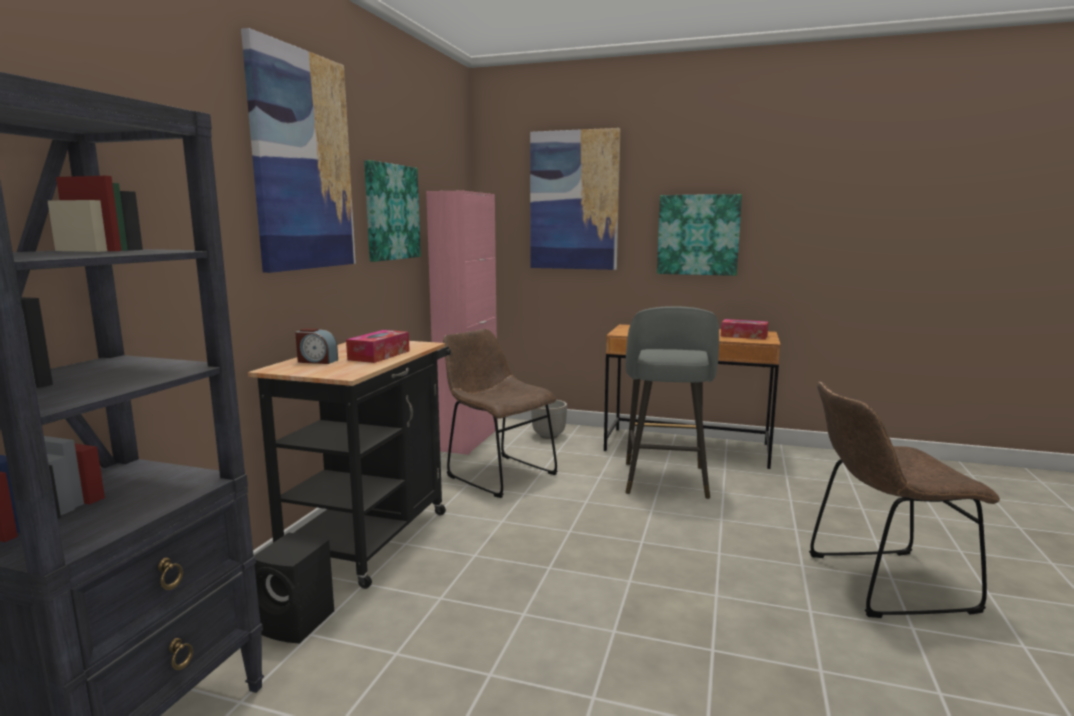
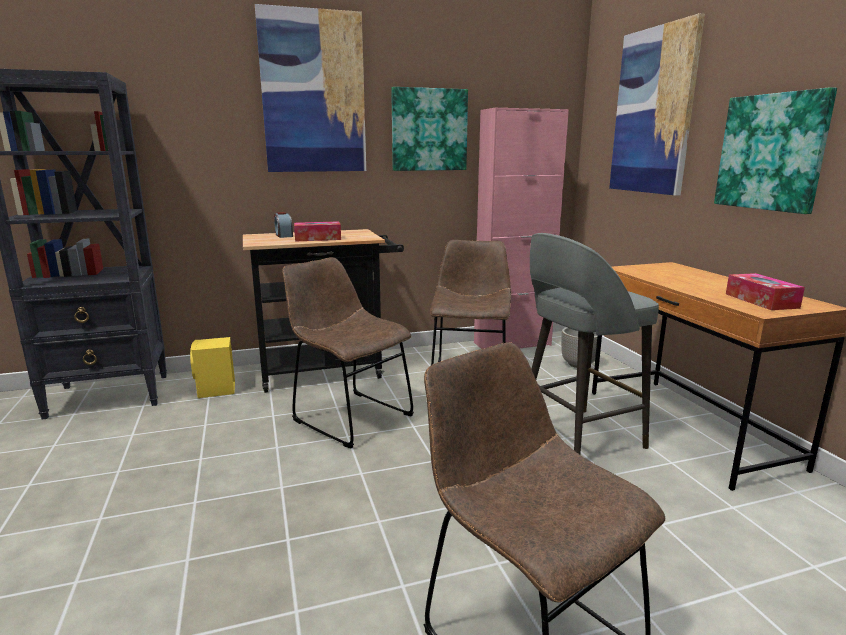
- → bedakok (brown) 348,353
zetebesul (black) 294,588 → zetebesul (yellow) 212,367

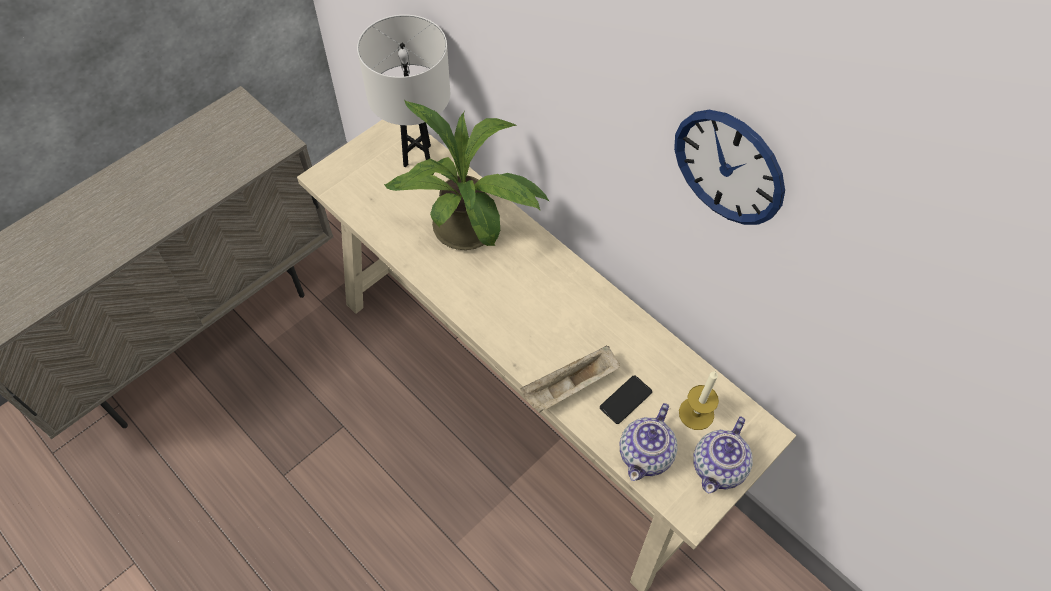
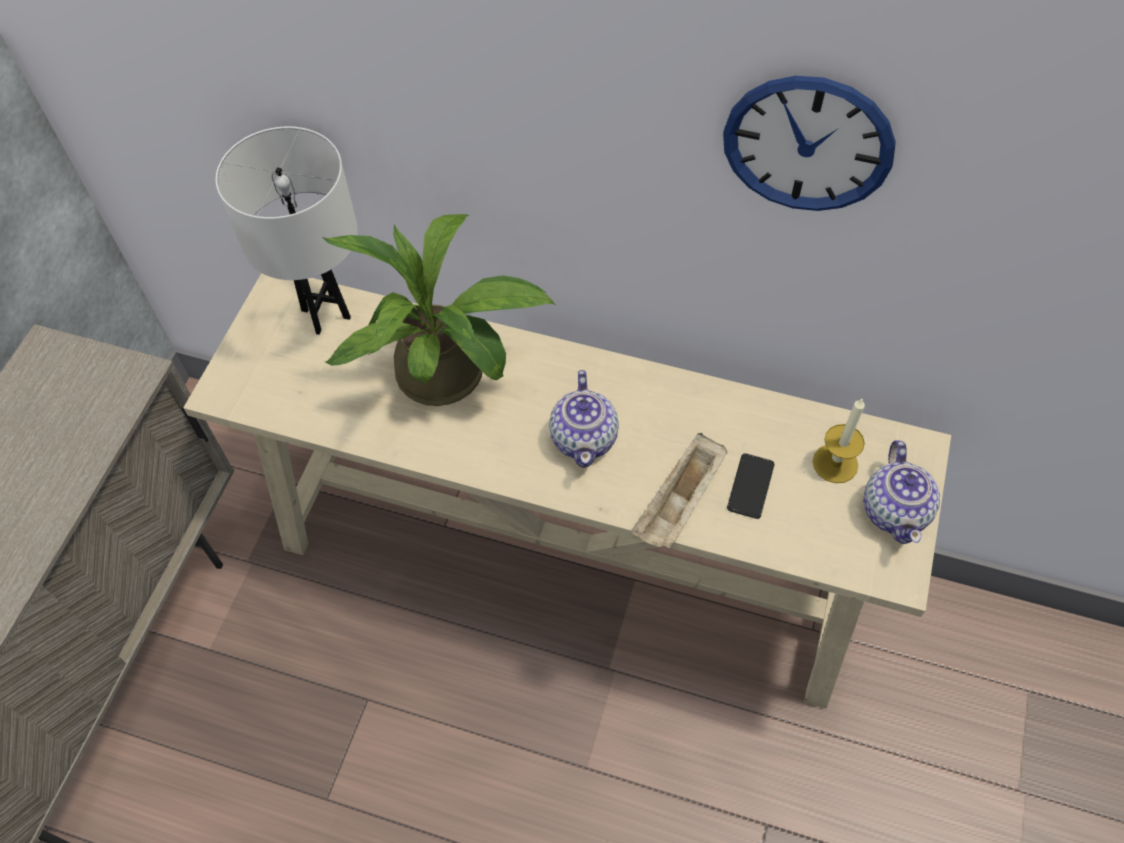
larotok 648,442 → larotok 584,419, move

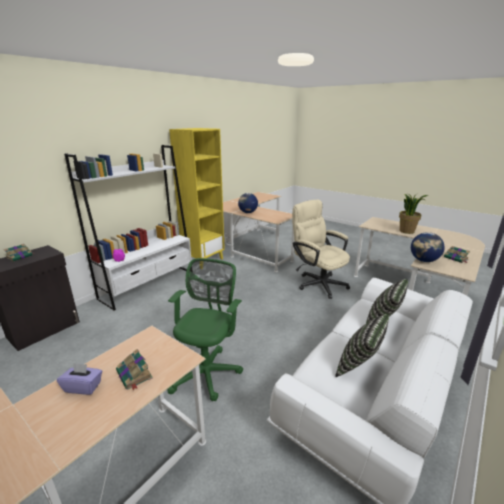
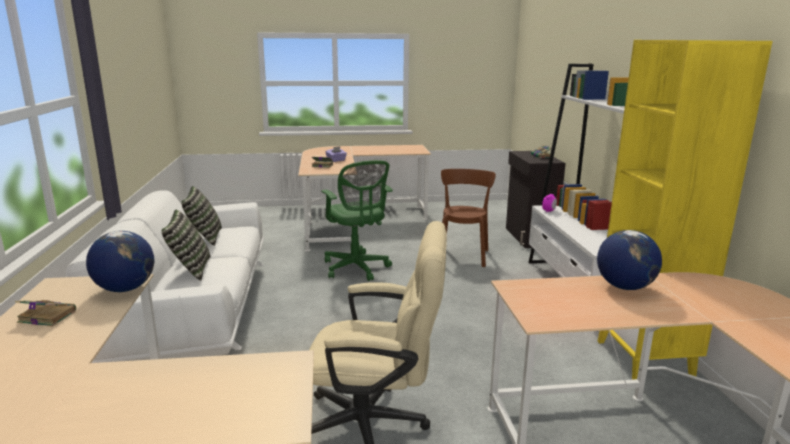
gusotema 413,214 → -
- → bedakok (brown) 468,218

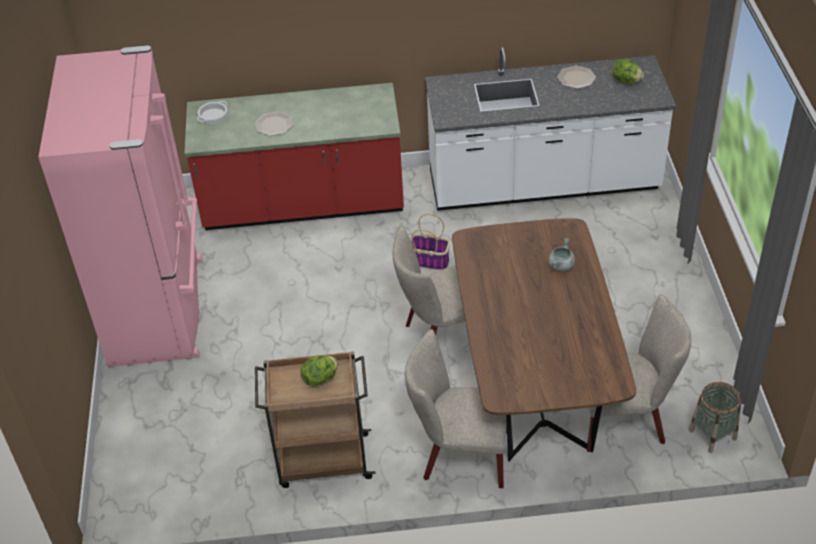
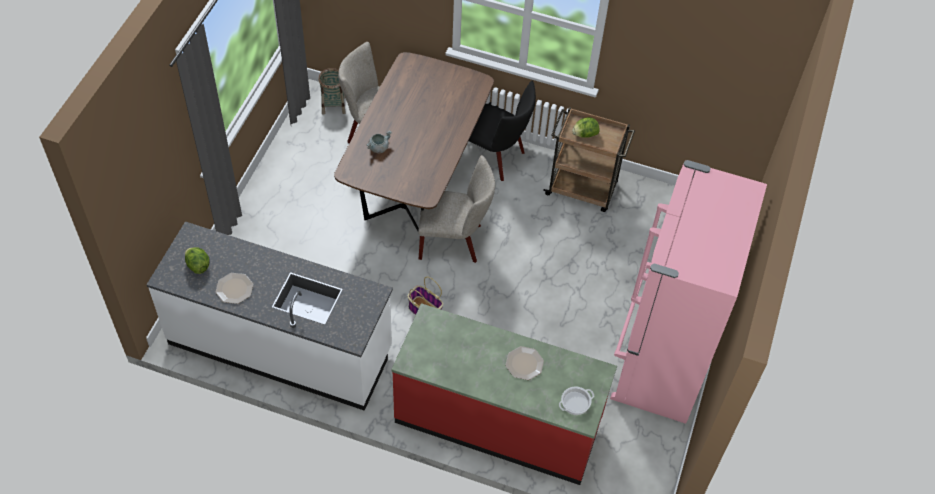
bedakok (beige) 456,408 → bedakok (black) 502,131

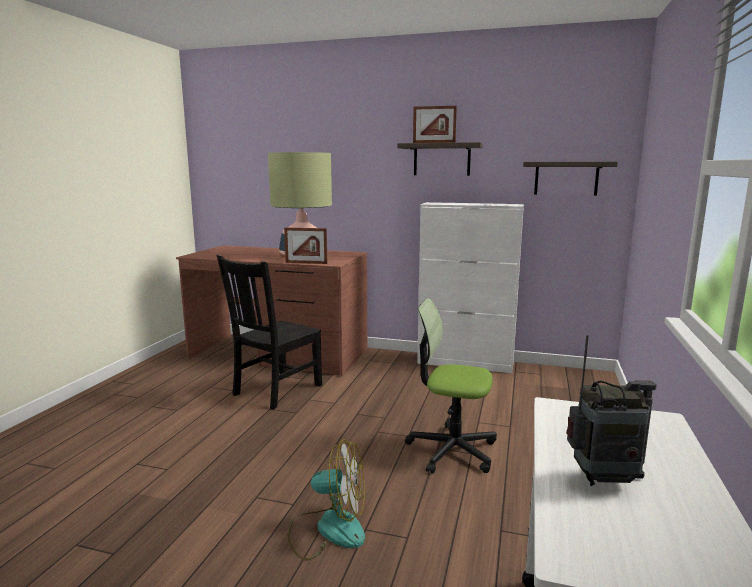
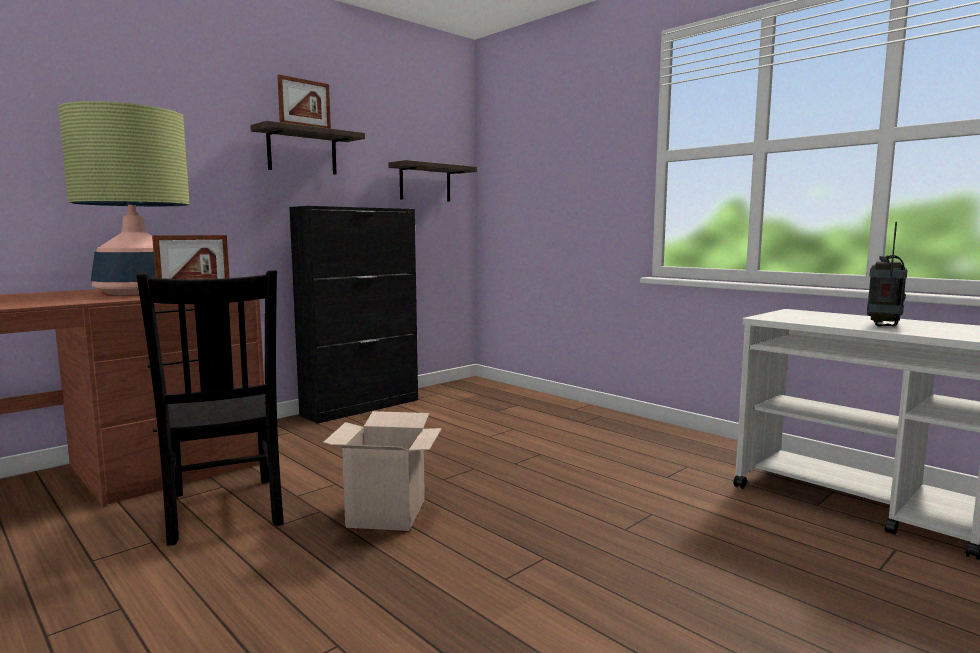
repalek 326,499 → -
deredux 451,386 → -
- → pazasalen 382,471
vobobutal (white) 470,287 → vobobutal (black) 353,314

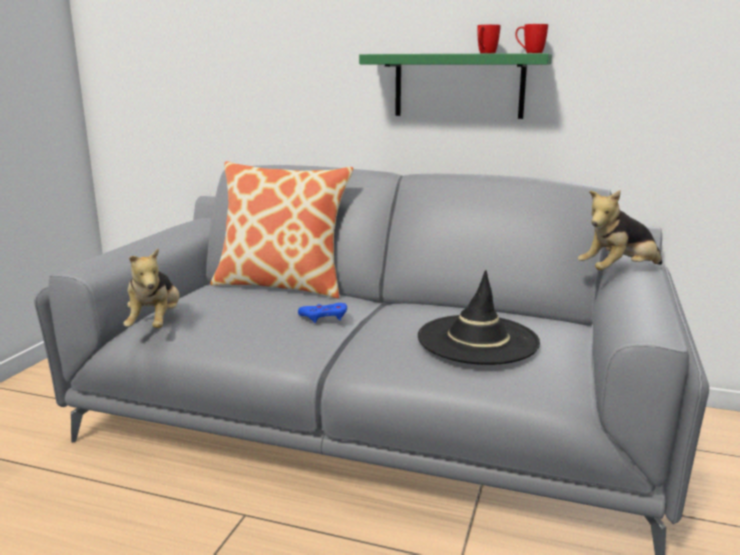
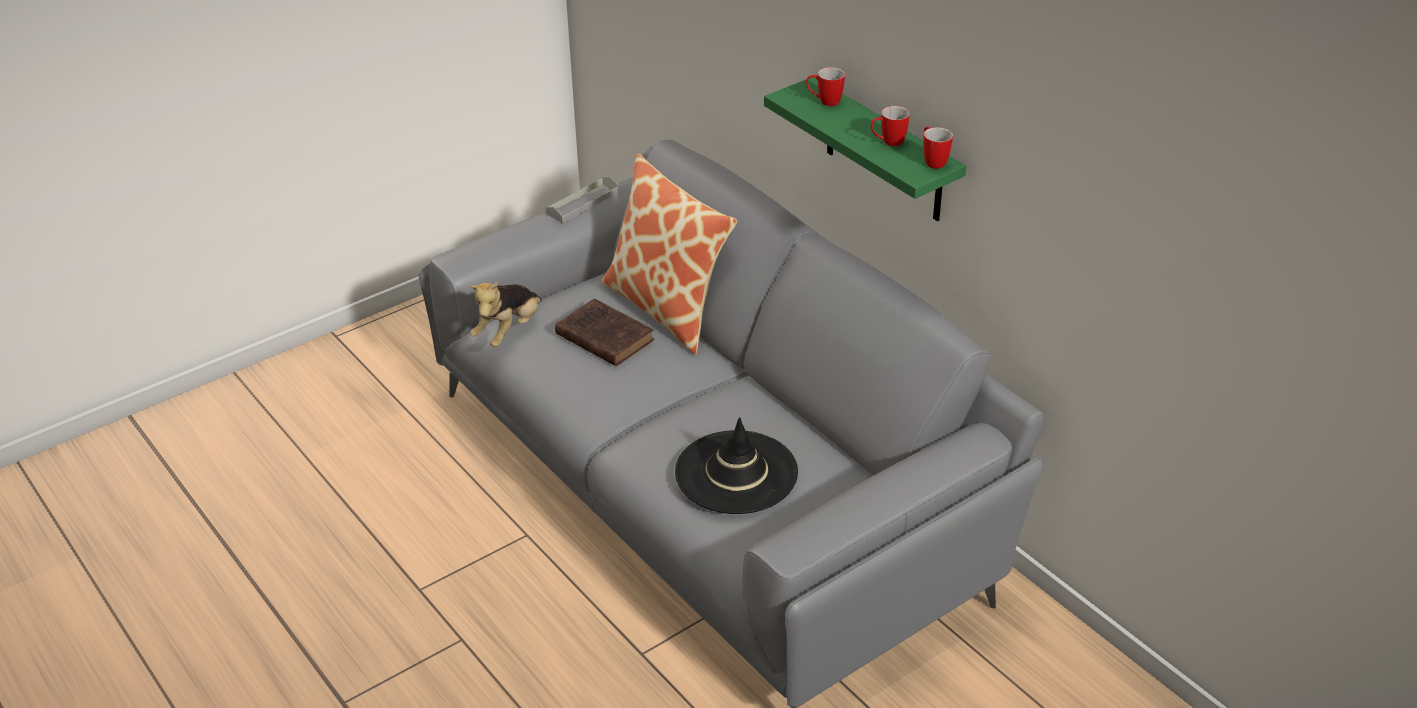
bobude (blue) 322,313 → -
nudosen 620,230 → -
- → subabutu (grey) 582,200
- → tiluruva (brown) 604,332
- → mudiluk 825,86

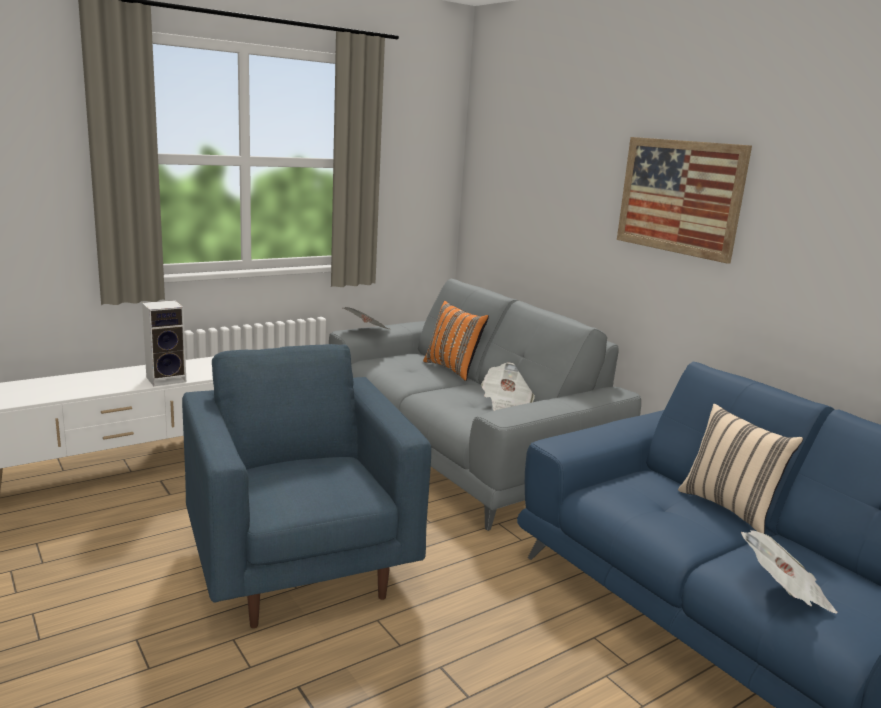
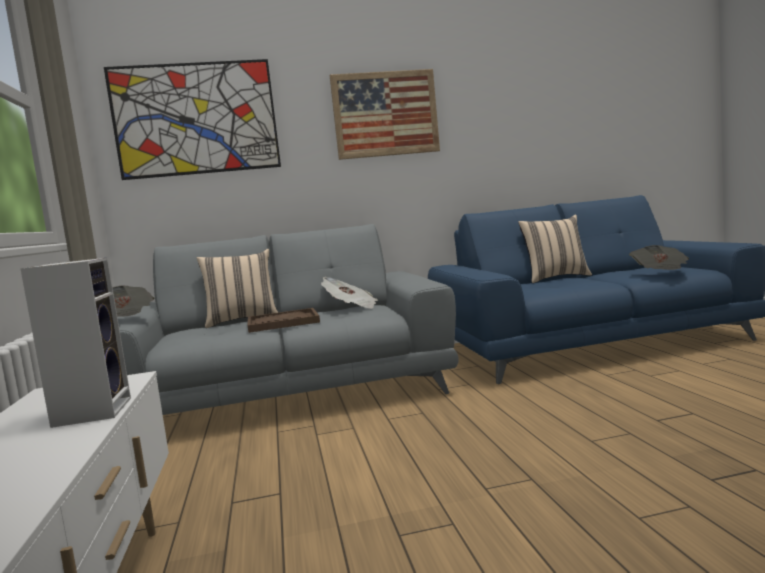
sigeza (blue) 306,486 → -
- → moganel 192,119
- → subabutu (brown) 284,320
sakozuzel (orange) 456,341 → sakozuzel (beige) 237,288

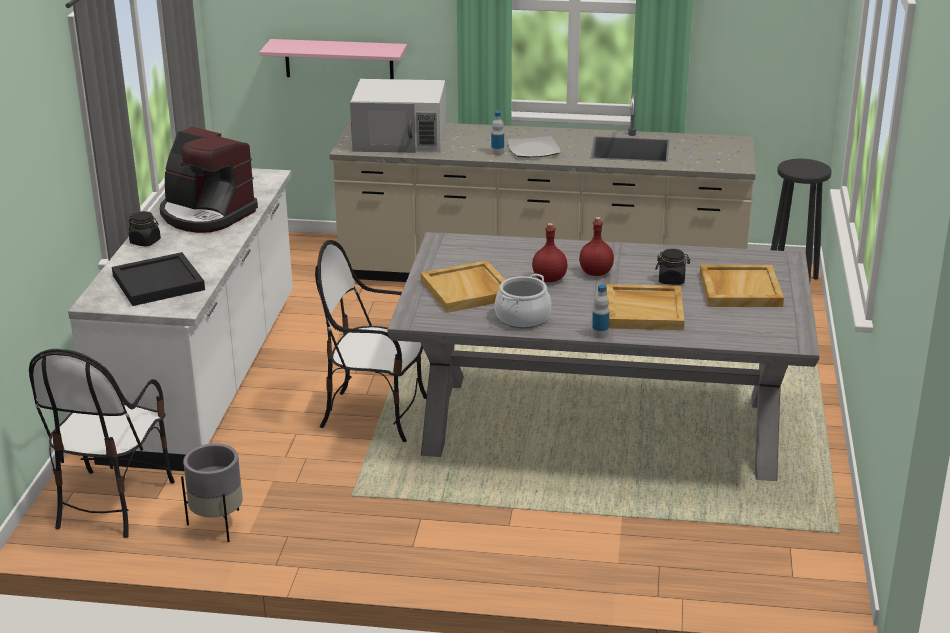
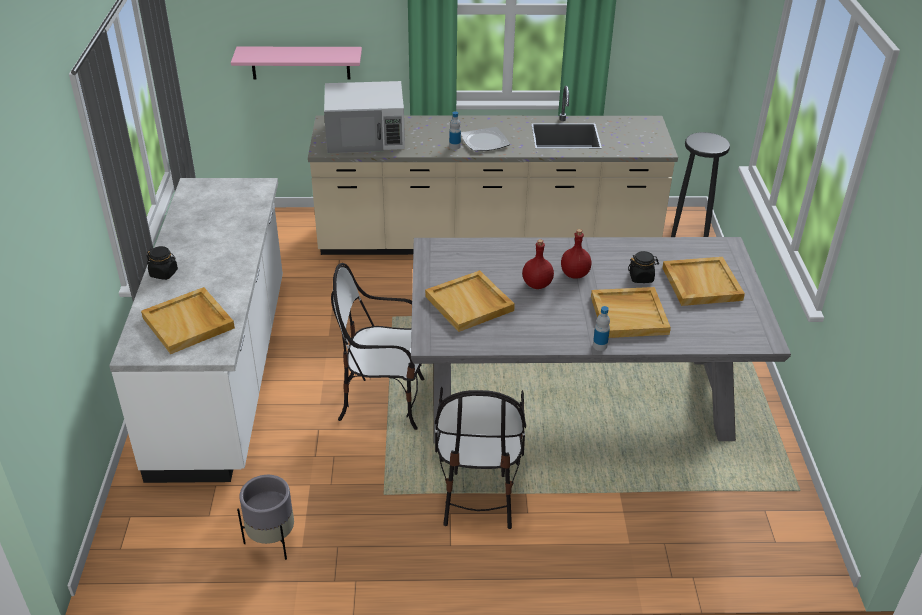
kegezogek 209,180 → -
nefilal 523,301 → -
bedakok 102,443 → bedakok 480,458, move
subabutu (black) 158,279 → subabutu (beige) 188,320

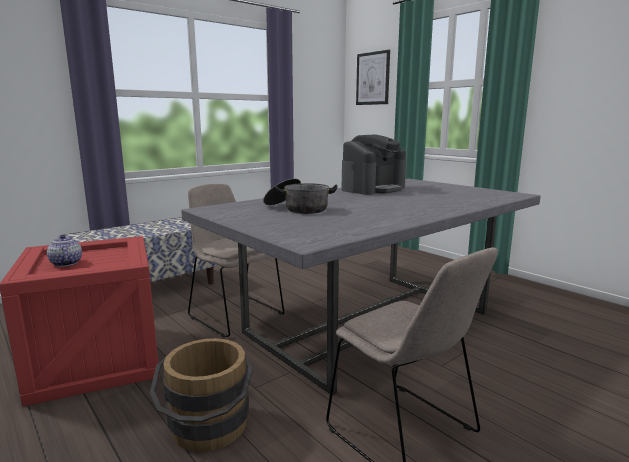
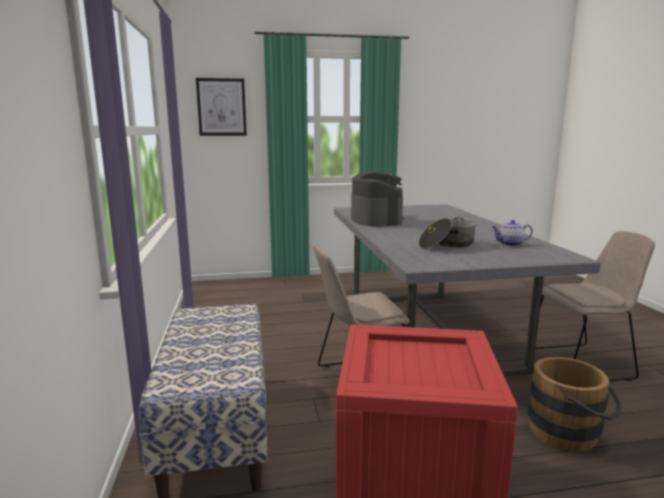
larotok 64,251 → larotok 512,233, move

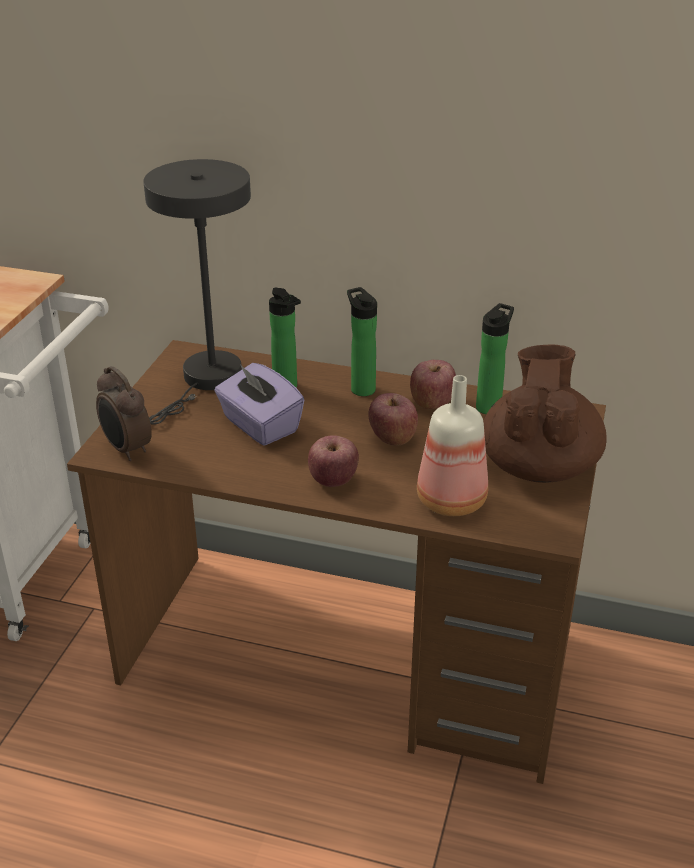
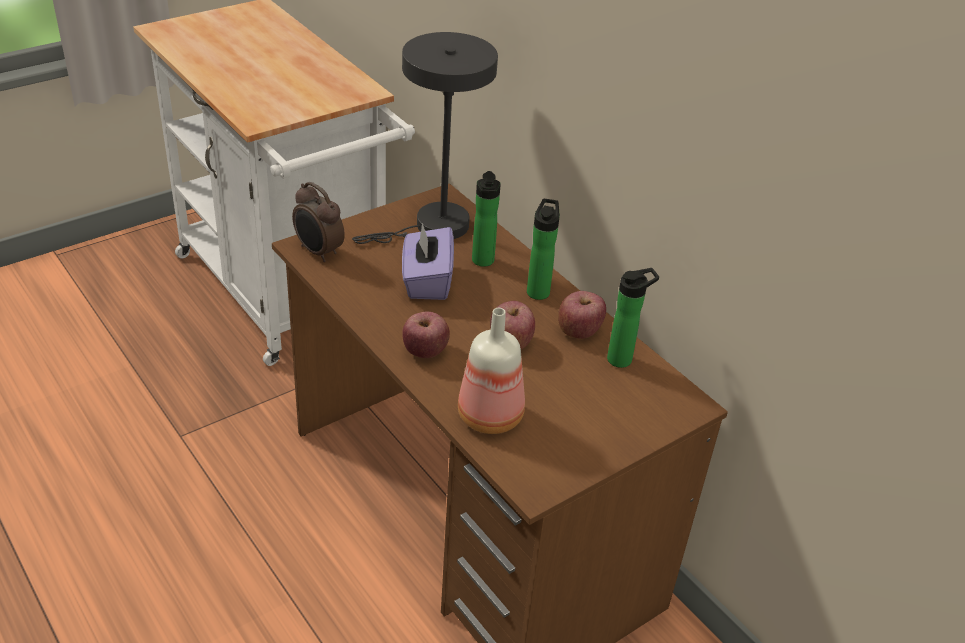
larotok (brown) 545,413 → -
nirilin 124,413 → nirilin 318,222, 45 degrees counterclockwise

